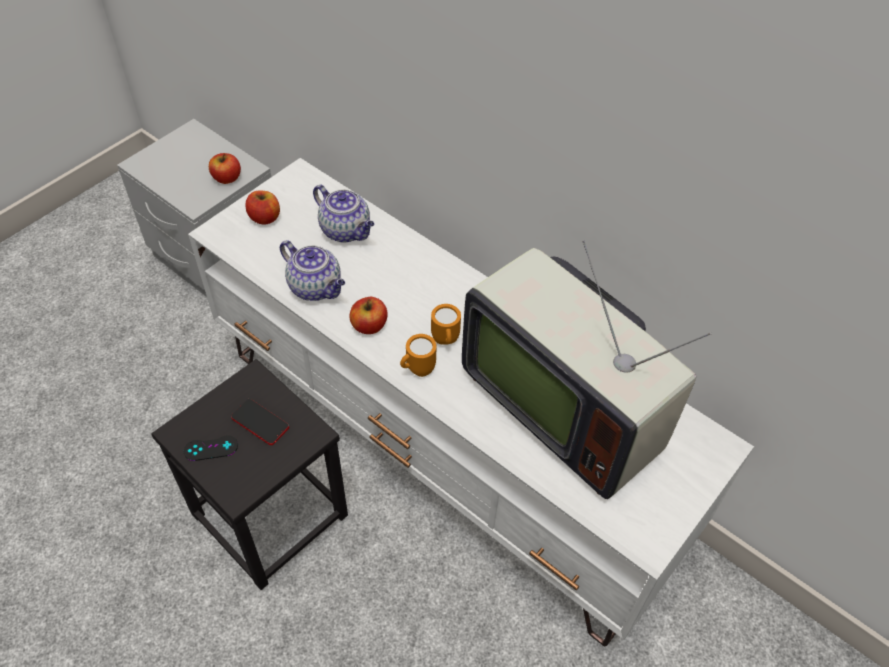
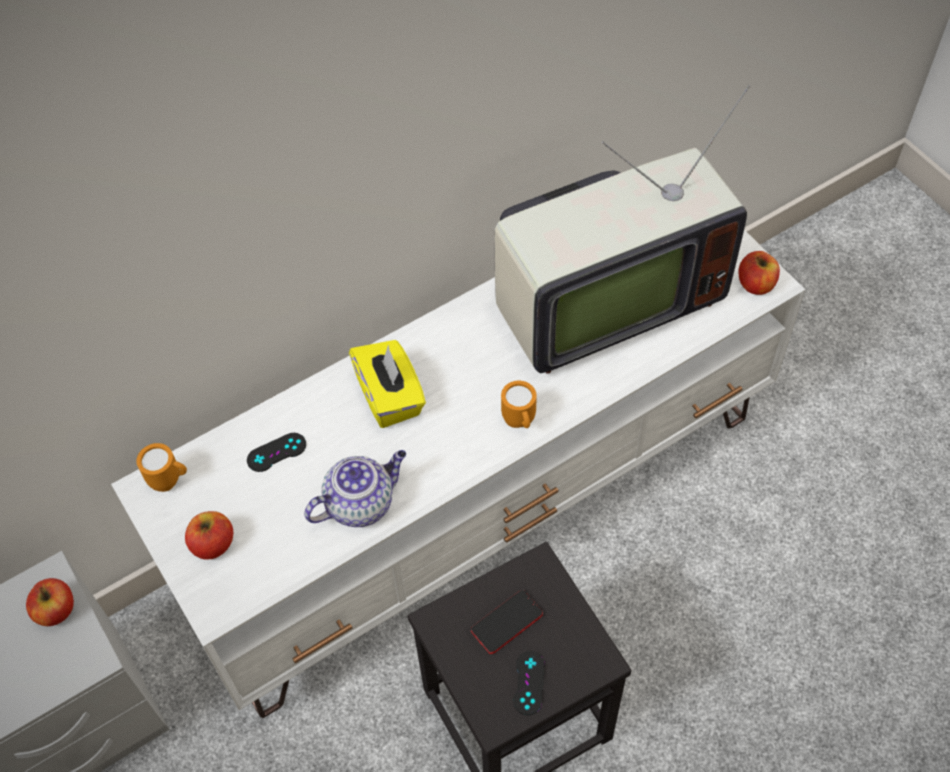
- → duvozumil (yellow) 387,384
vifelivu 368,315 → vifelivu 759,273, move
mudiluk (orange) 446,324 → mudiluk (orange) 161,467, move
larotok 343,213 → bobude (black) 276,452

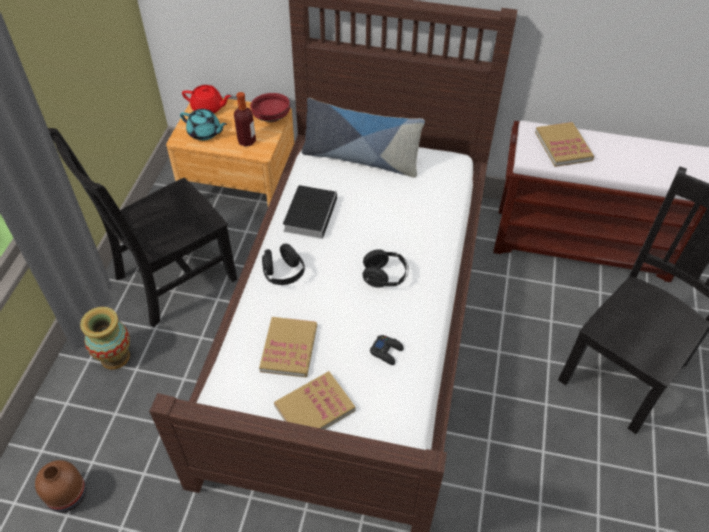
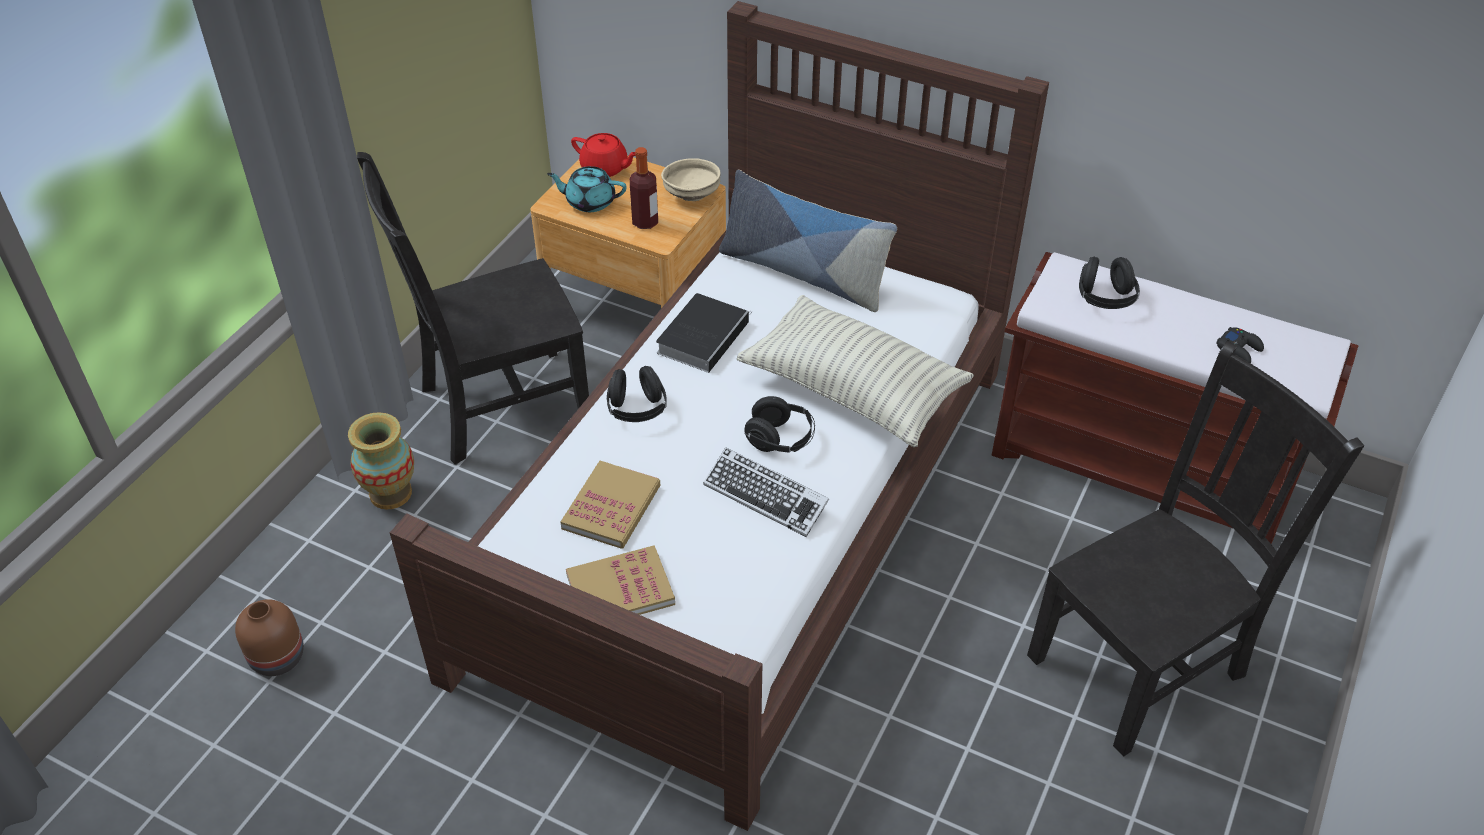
- → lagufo 766,492
- → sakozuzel 855,371
bobude (black) 387,350 → bobude (black) 1240,345, move
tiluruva 564,144 → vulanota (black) 1109,283
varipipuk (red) 270,107 → varipipuk (beige) 691,179
larotok (turquoise) 203,124 → larotok (turquoise) 587,189, 150 degrees clockwise

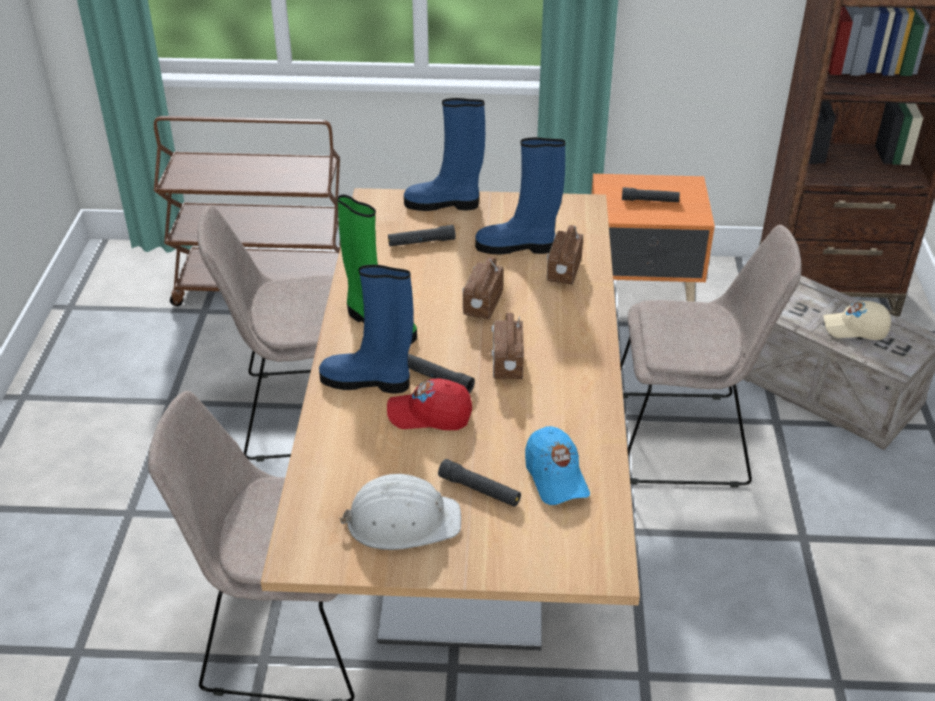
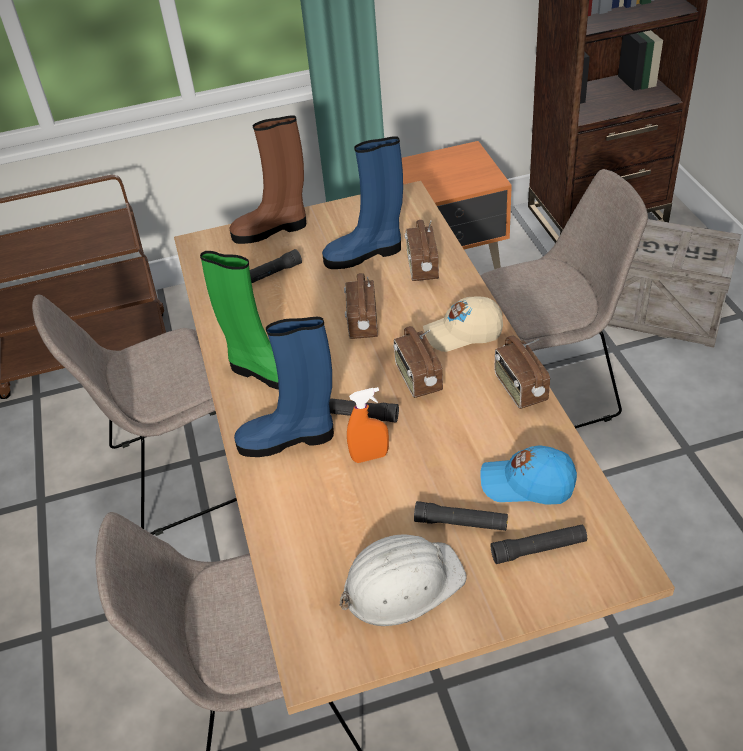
- → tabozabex 522,372
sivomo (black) 651,194 → sivomo (black) 538,544, move
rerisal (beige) 857,320 → rerisal (beige) 463,324, move
rerisal (red) 429,404 → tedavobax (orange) 368,425
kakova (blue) 444,154 → kakova (brown) 268,179
rerisal (blue) 557,465 → rerisal (blue) 529,475, 135 degrees clockwise

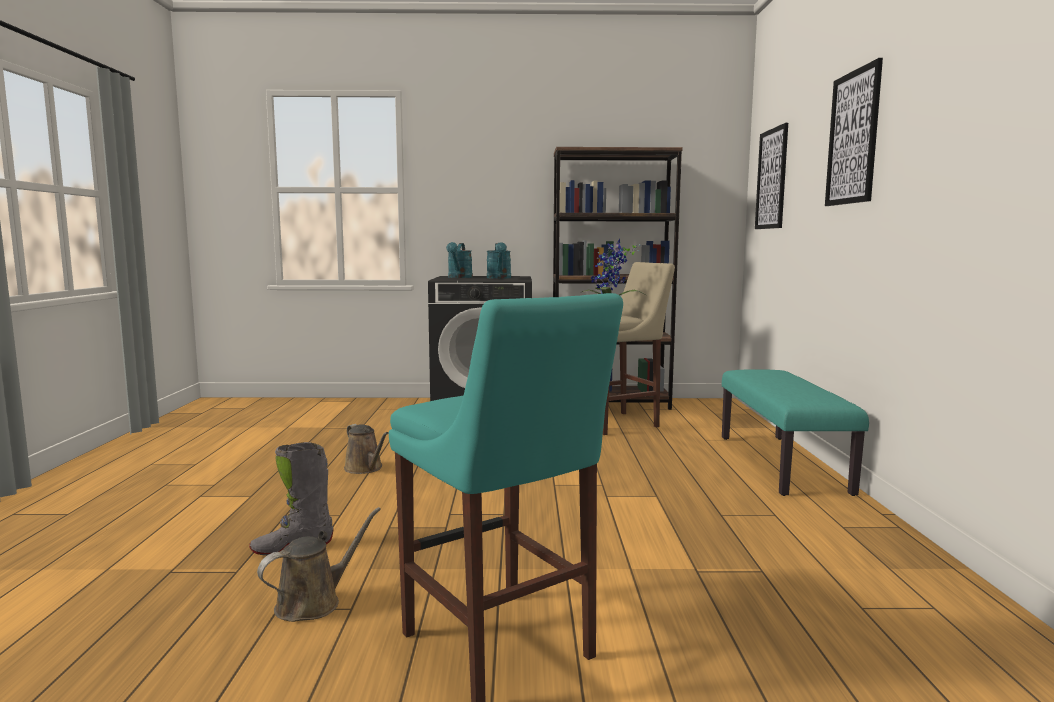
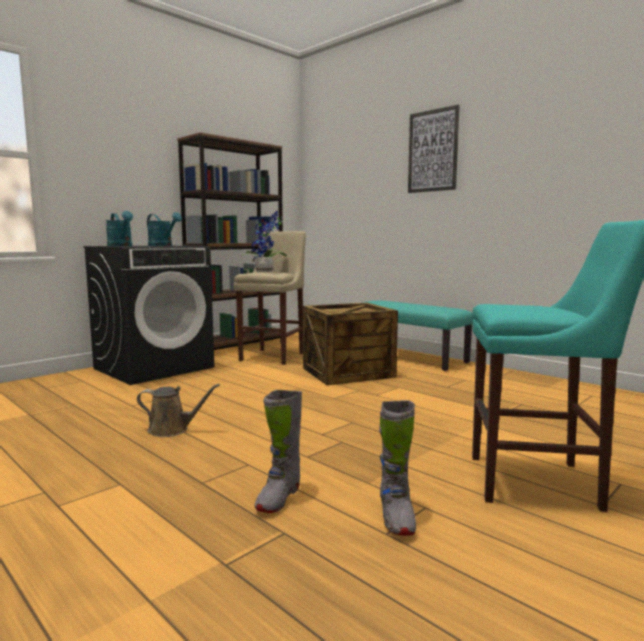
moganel 771,176 → -
- → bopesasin 350,344
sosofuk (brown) 319,564 → kakova (grey) 397,468

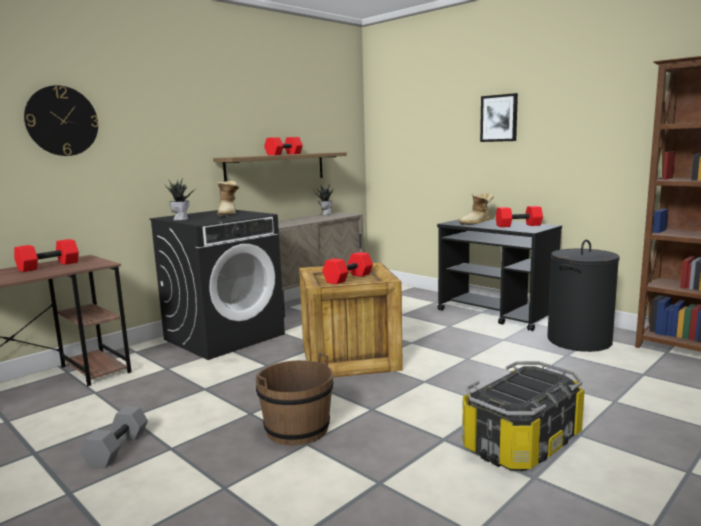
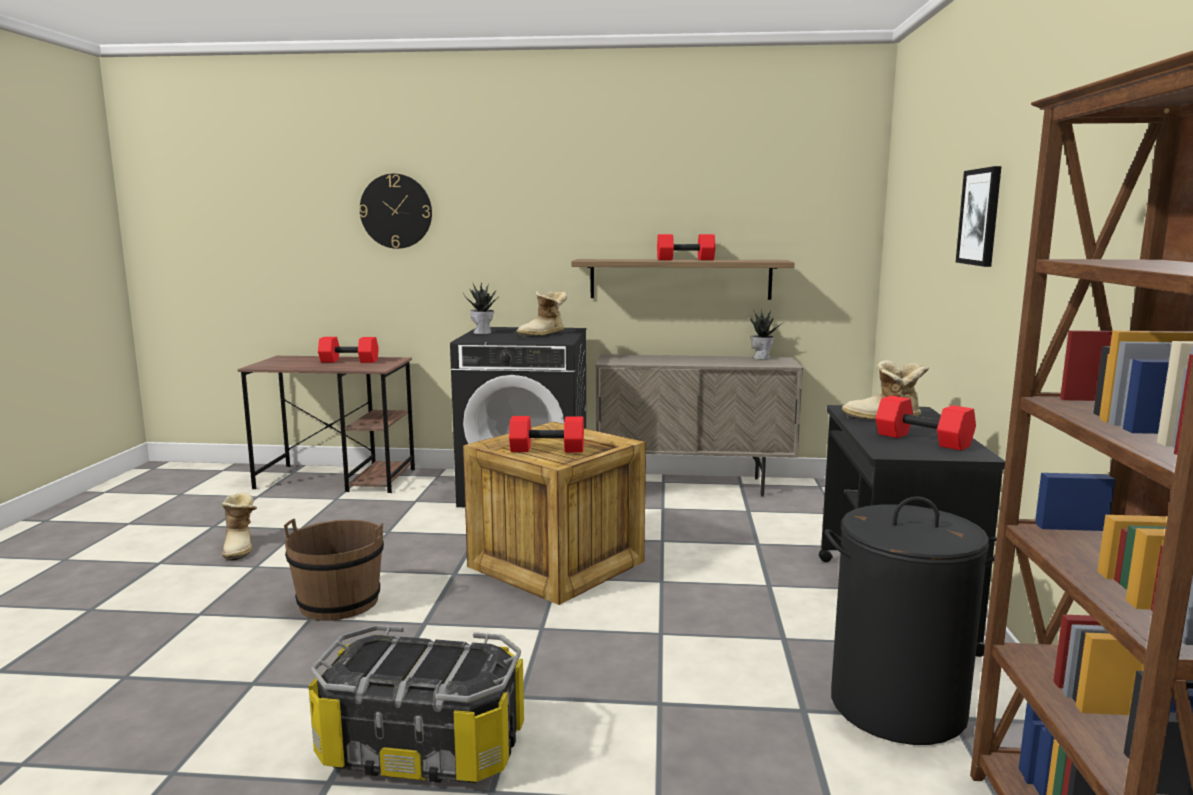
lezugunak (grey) 114,437 → kakova 239,526

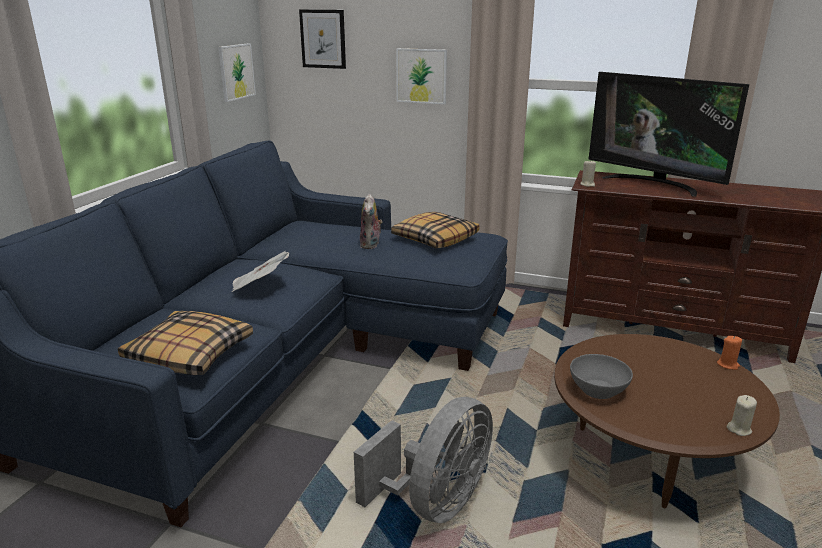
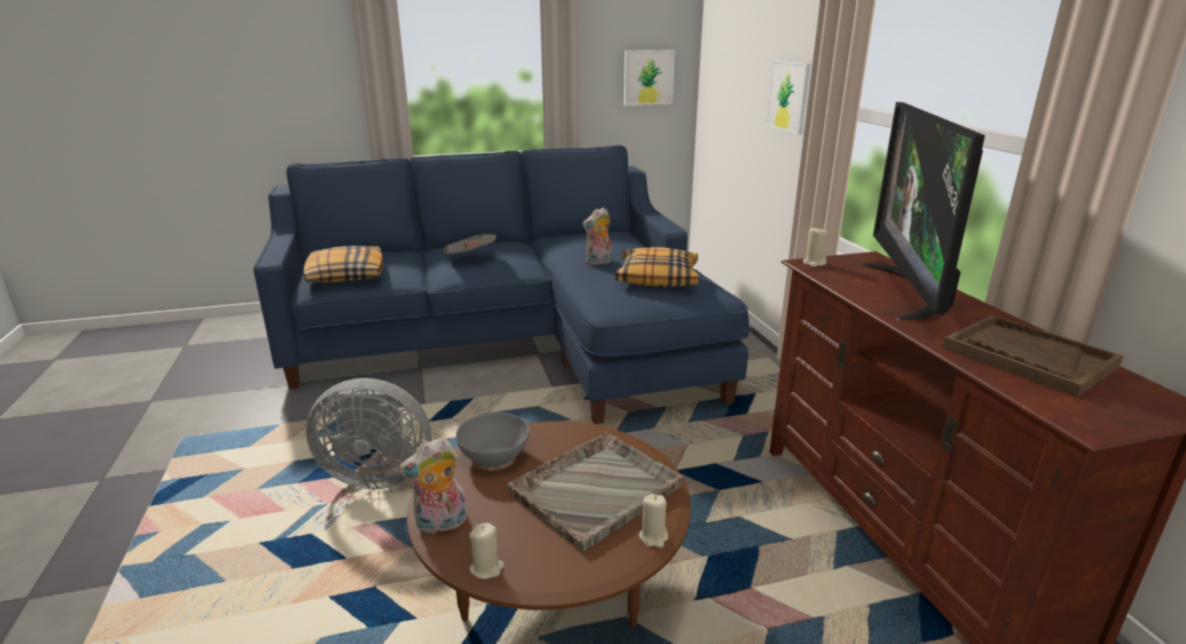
moganel 322,39 → -
- → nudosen 433,485
- → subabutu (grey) 595,492
- → subabutu (brown) 1033,356
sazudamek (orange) 729,353 → sazudamek (beige) 653,521

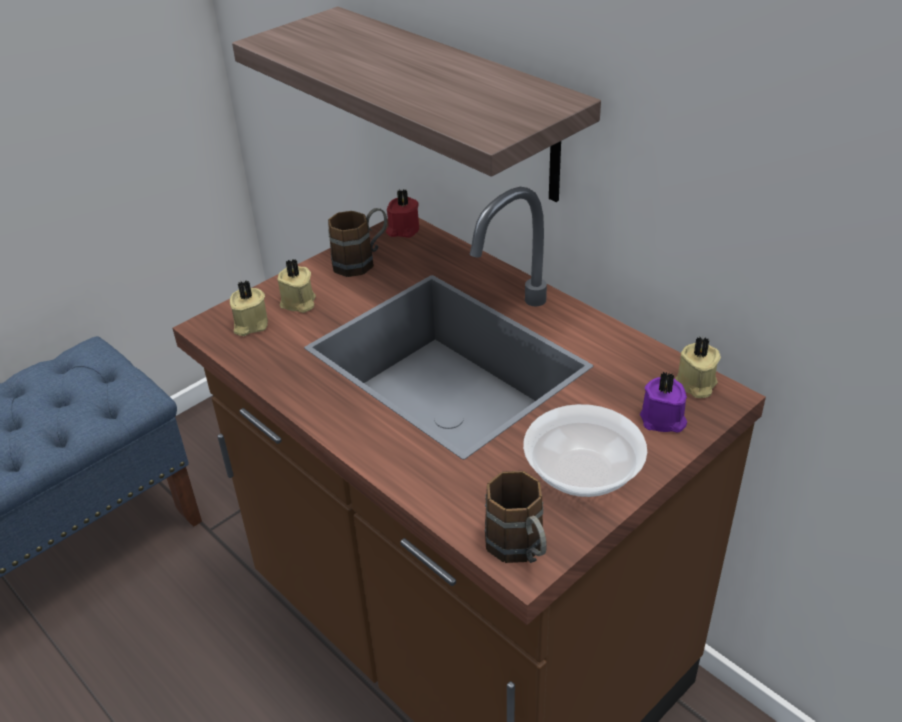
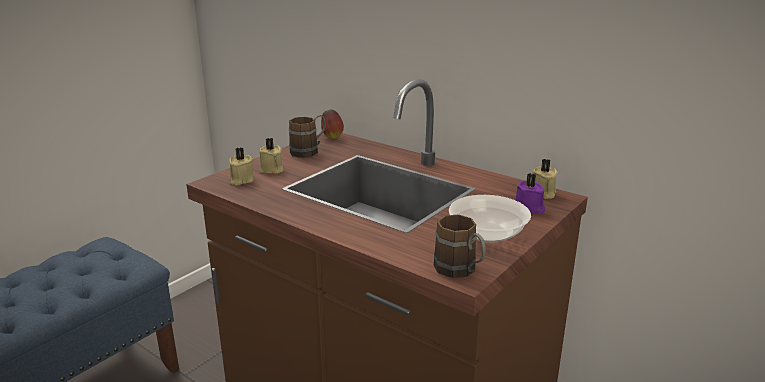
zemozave 416,104 → -
sazudamek (red) 402,214 → vifelivu 332,124

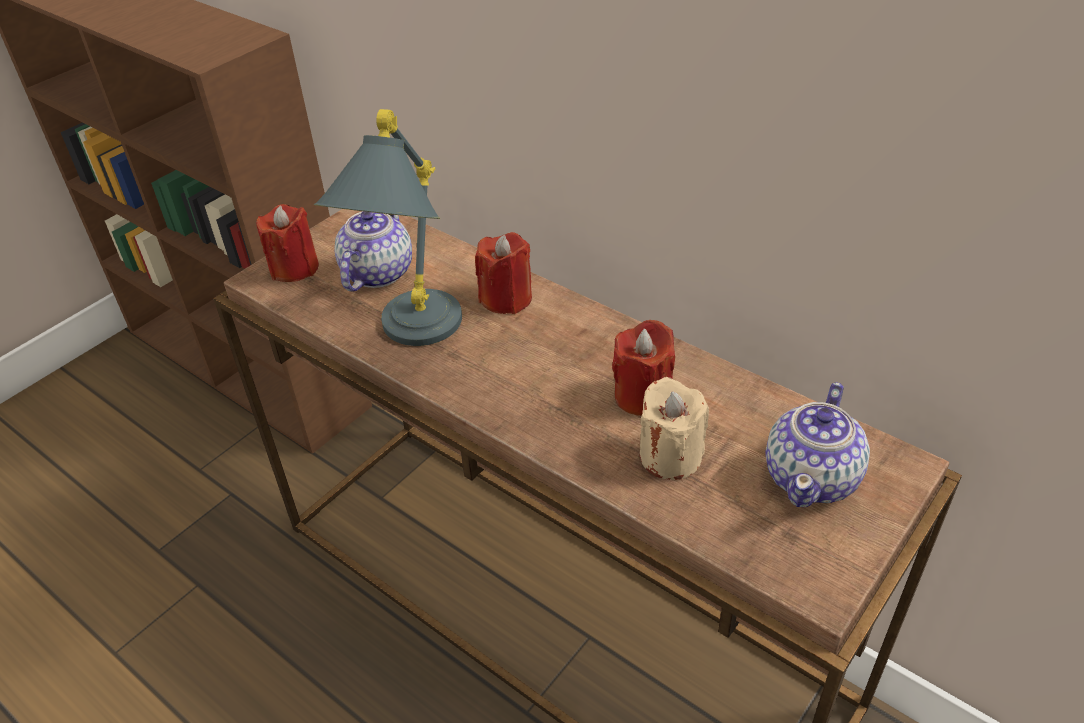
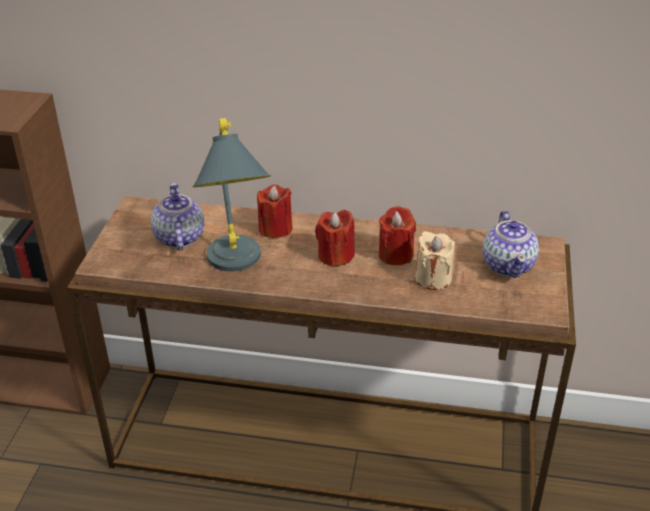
sazudamek (red) 287,243 → sazudamek (red) 335,238, move

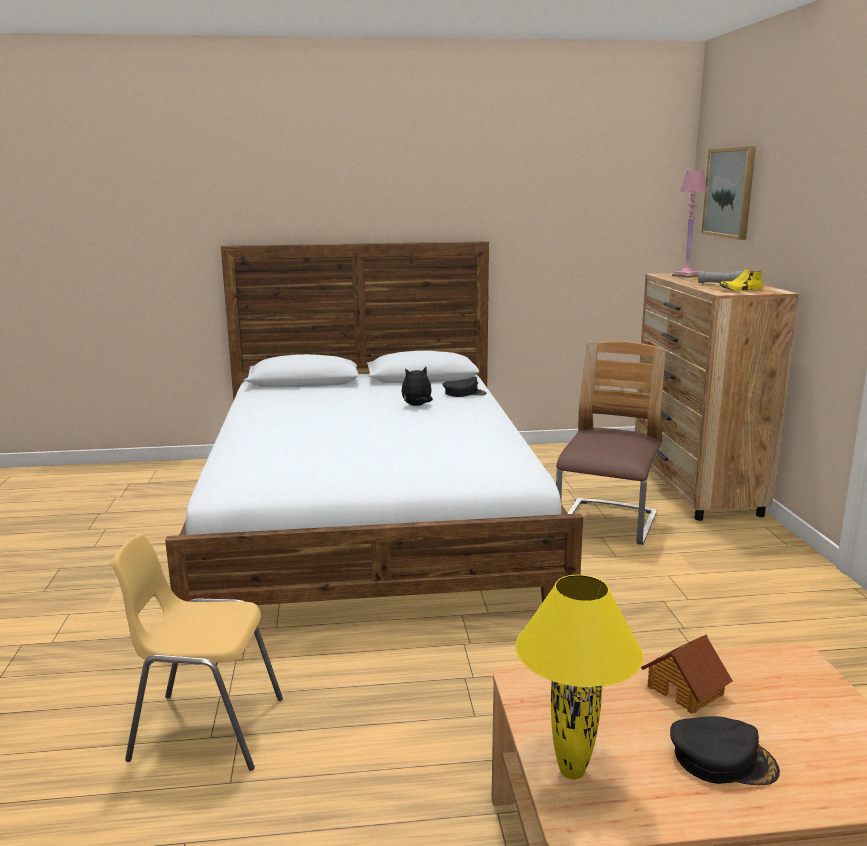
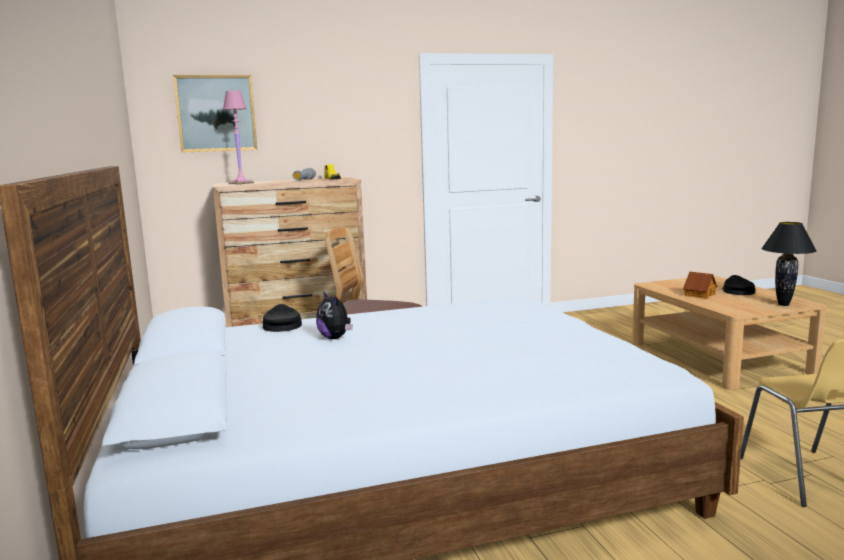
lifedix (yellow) 579,677 → lifedix (black) 789,264

